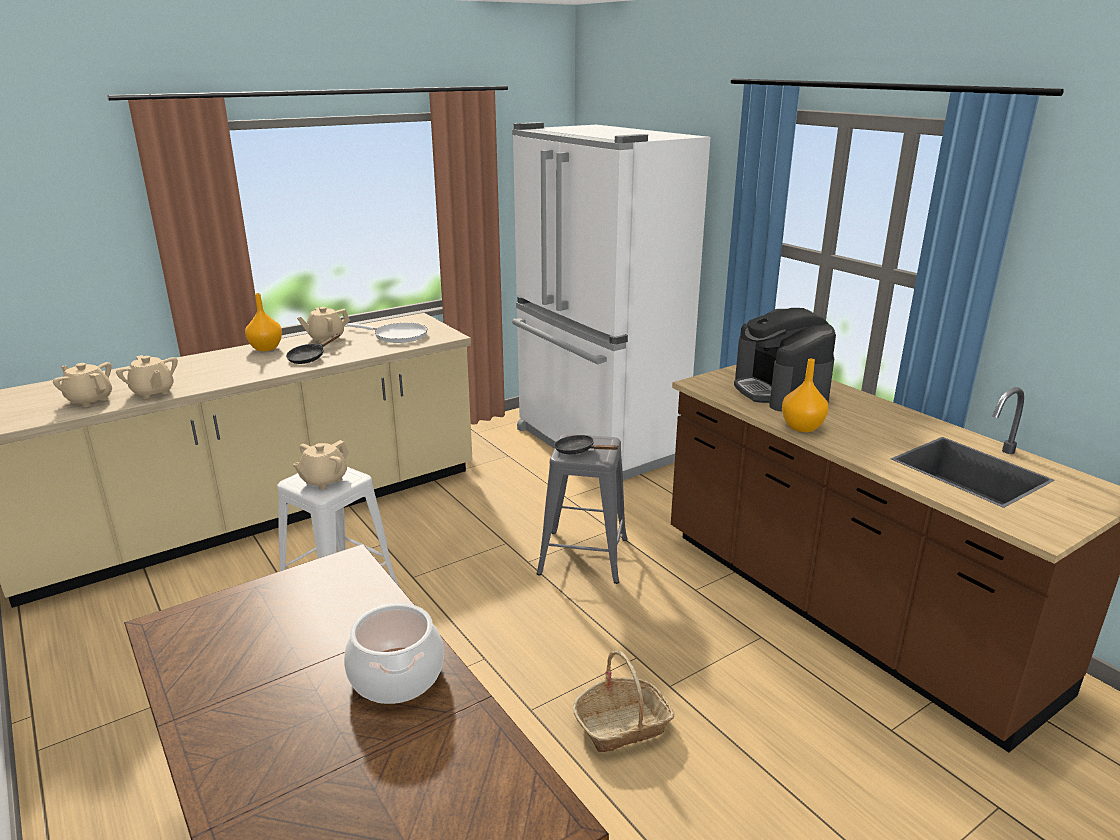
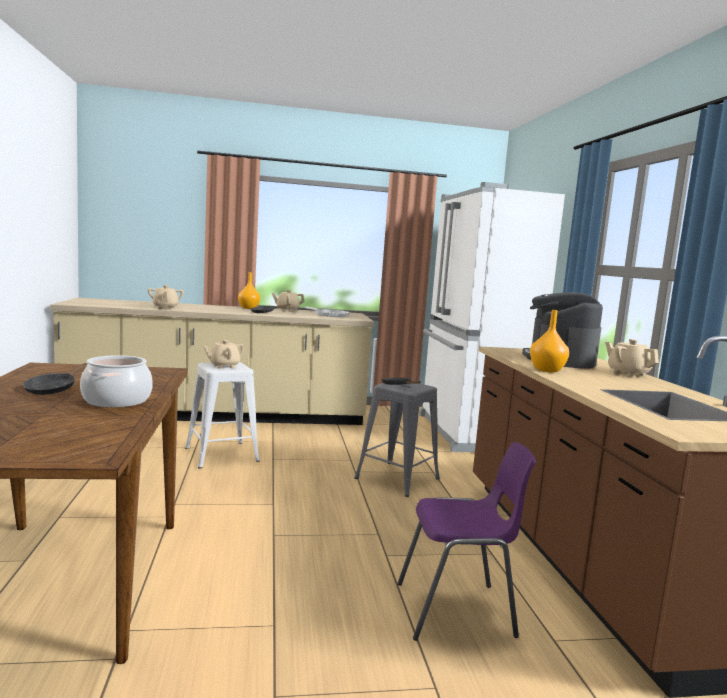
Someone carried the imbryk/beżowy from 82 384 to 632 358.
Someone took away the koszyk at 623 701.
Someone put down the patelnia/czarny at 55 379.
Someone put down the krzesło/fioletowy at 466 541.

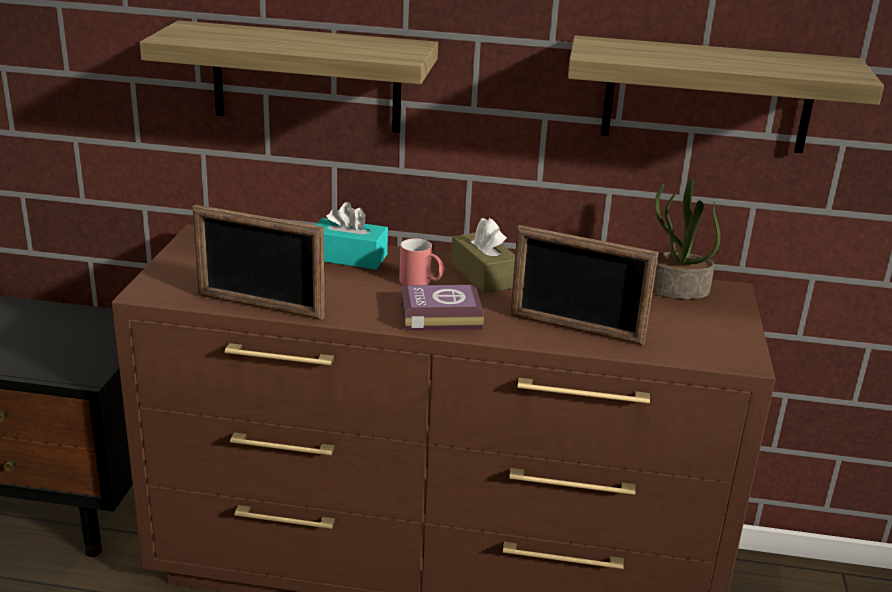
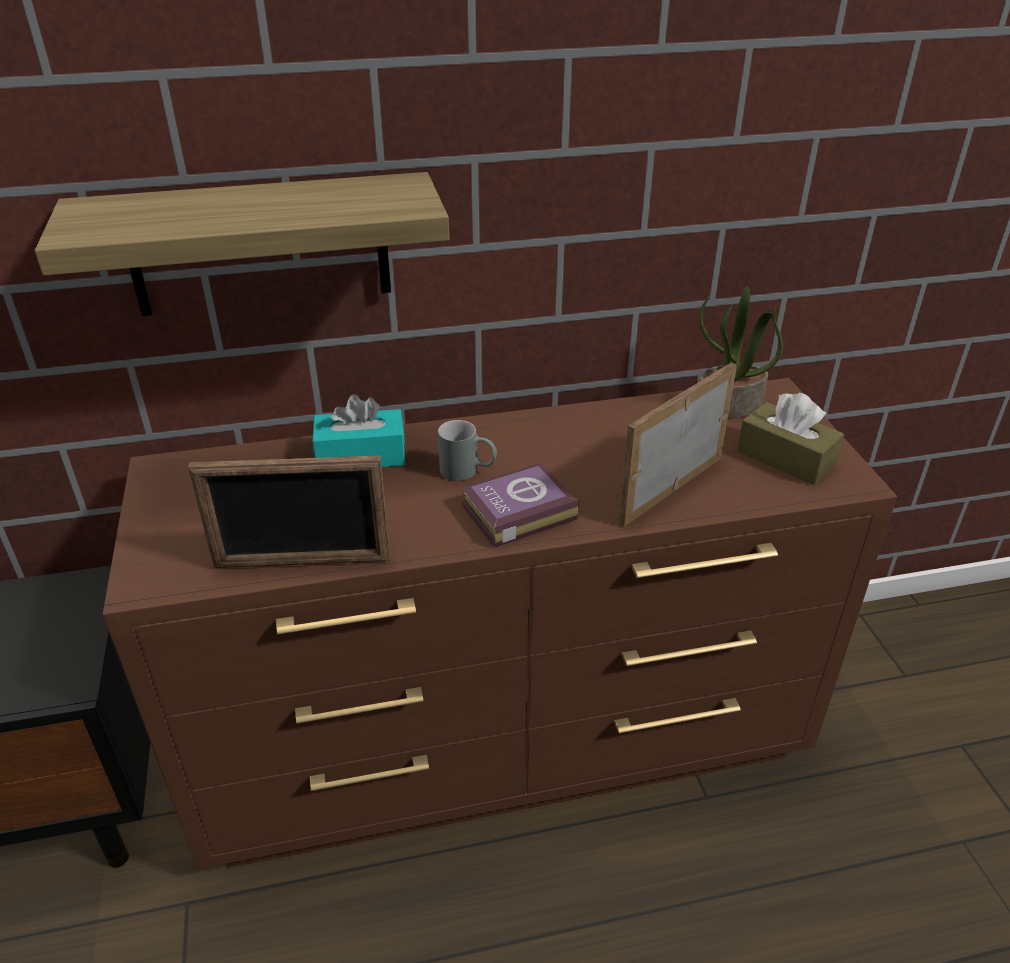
Someone repainted the kubek/czerwony at 421 261, which became the kubek/szary at 467 450.
Someone carried the pudełko chusteczek/brązowy from 483 255 to 790 439.
Someone rotated the ramka na zdjęcie at 584 285 by 135 degrees clockwise.
Someone took away the półka at 726 94.

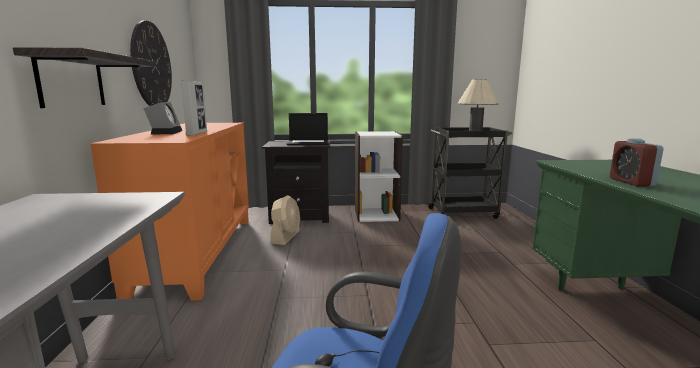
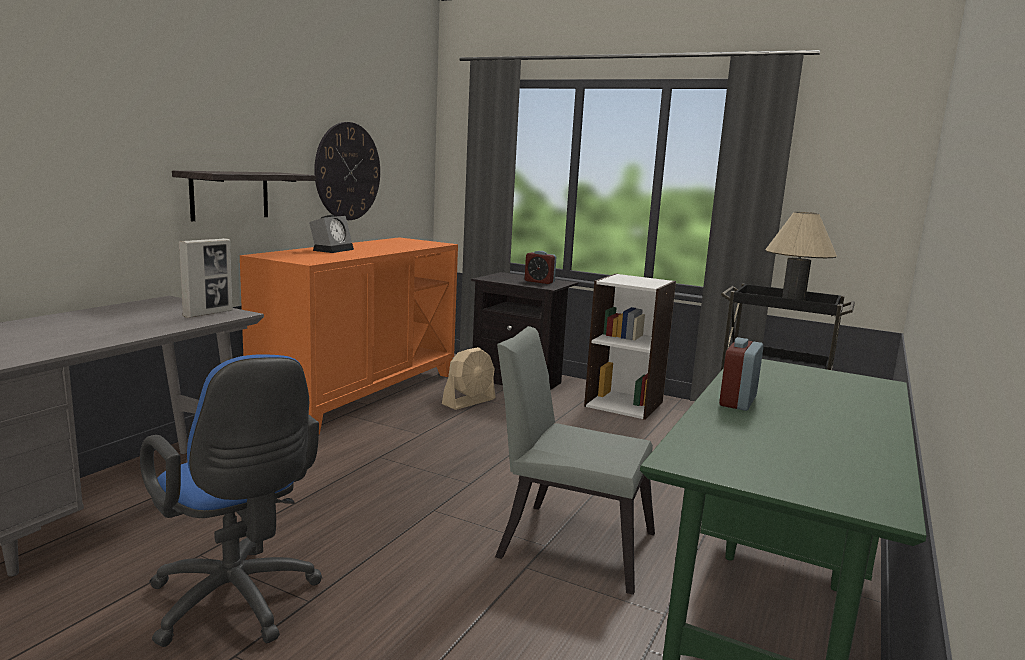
Someone carried the ramka na zdjęcie from 194 108 to 206 278.
Someone swapped the laptop at 307 129 for the budzik at 540 267.
Someone put down the krzesło/szary at 575 460.

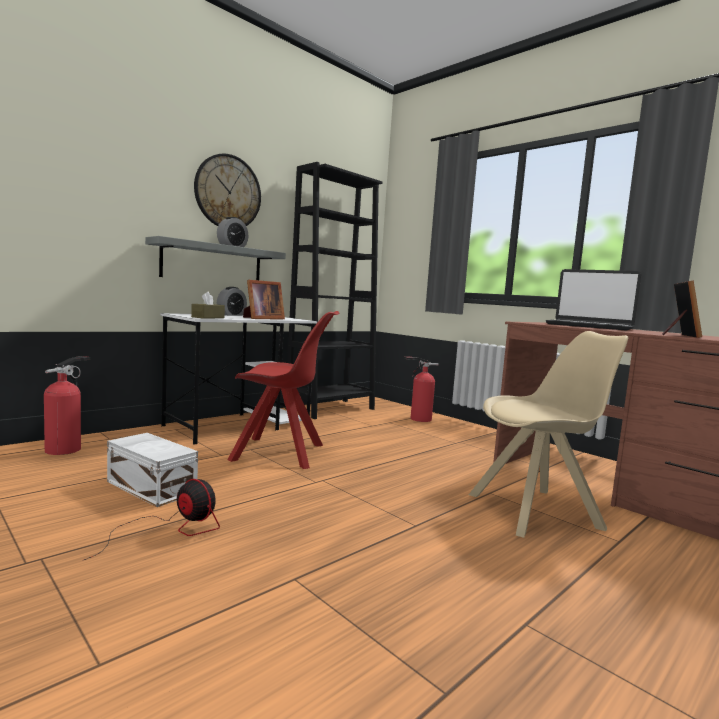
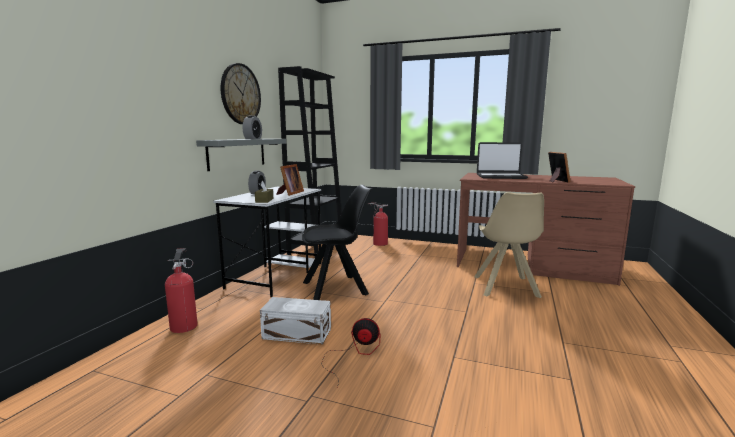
Someone repainted the krzesło/czerwony at 283 390, which became the krzesło/czarny at 337 242.
Someone rotated the krzesło/beżowy at 548 434 by 135 degrees clockwise.

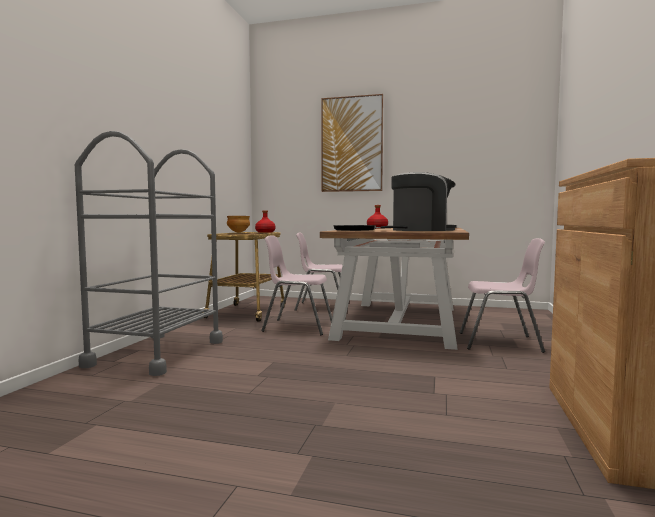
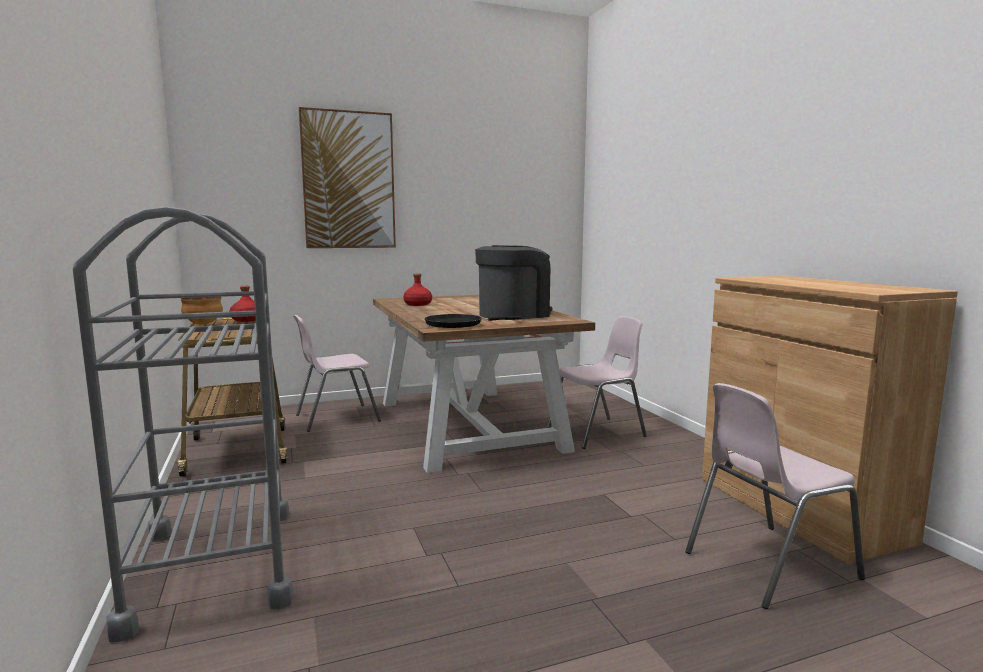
Someone carried the krzesło/różowy from 296 285 to 775 496.

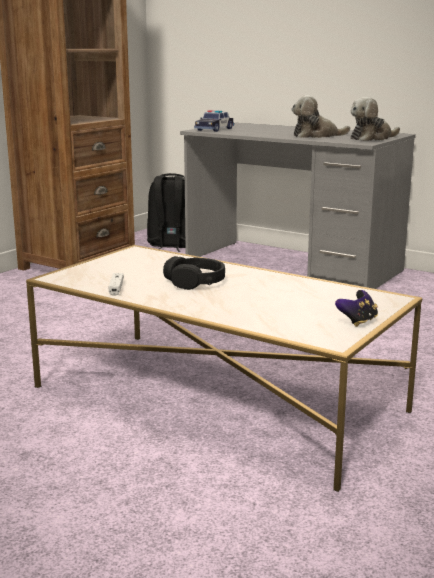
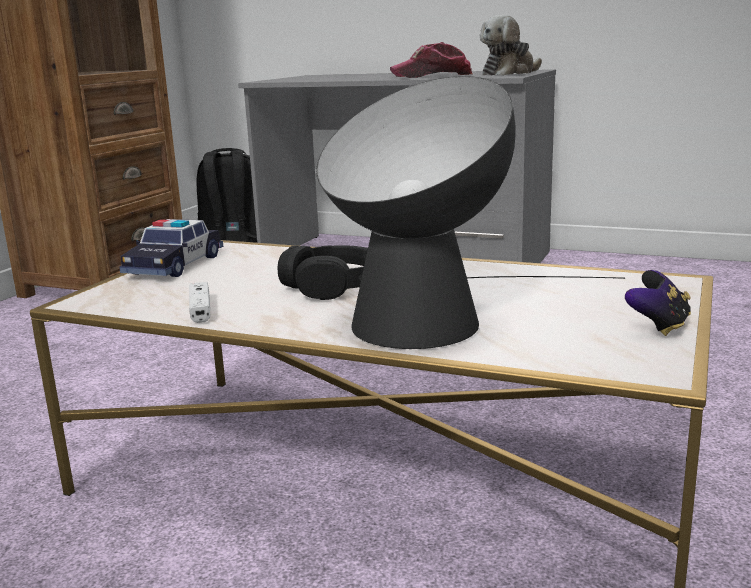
Someone carried the samochodzik from 214 121 to 171 248.
Someone swapped the pluszak at 321 116 for the czapka z daszkiem at 431 60.
Someone put down the lampa stołowa at 470 212.

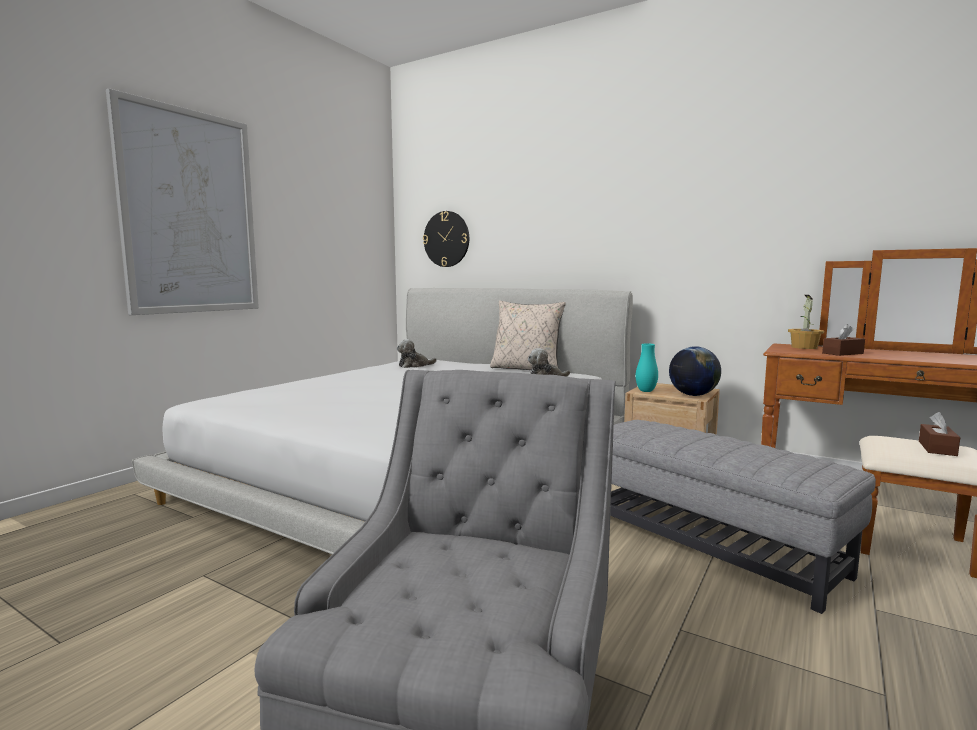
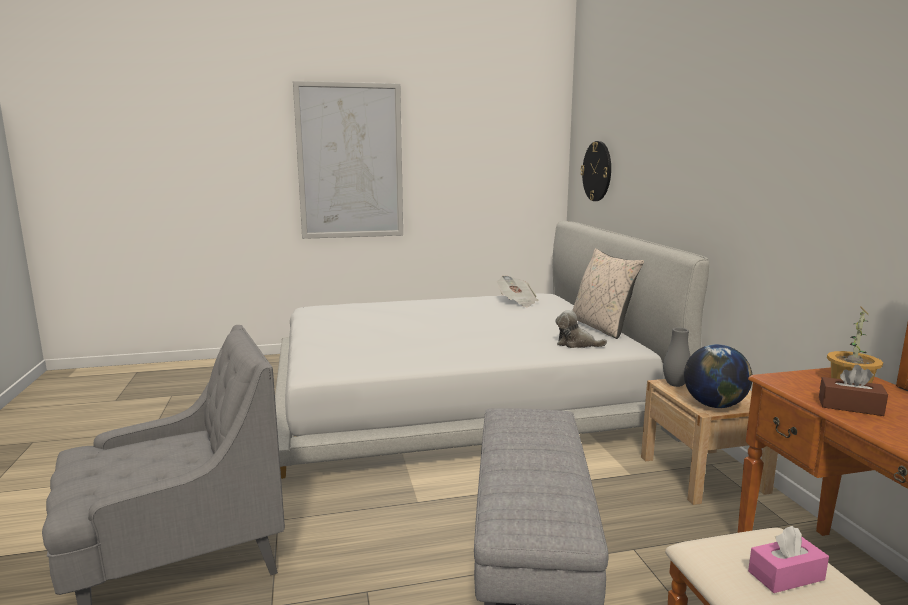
Someone swapped the pluszak at 417 353 for the gazeta at 517 291.
Someone repainted the wazon/turkusowy at 647 367, which became the wazon/szary at 676 357.
Someone repainted the pudełko chusteczek/brązowy at 939 434, which became the pudełko chusteczek/różowy at 788 559.

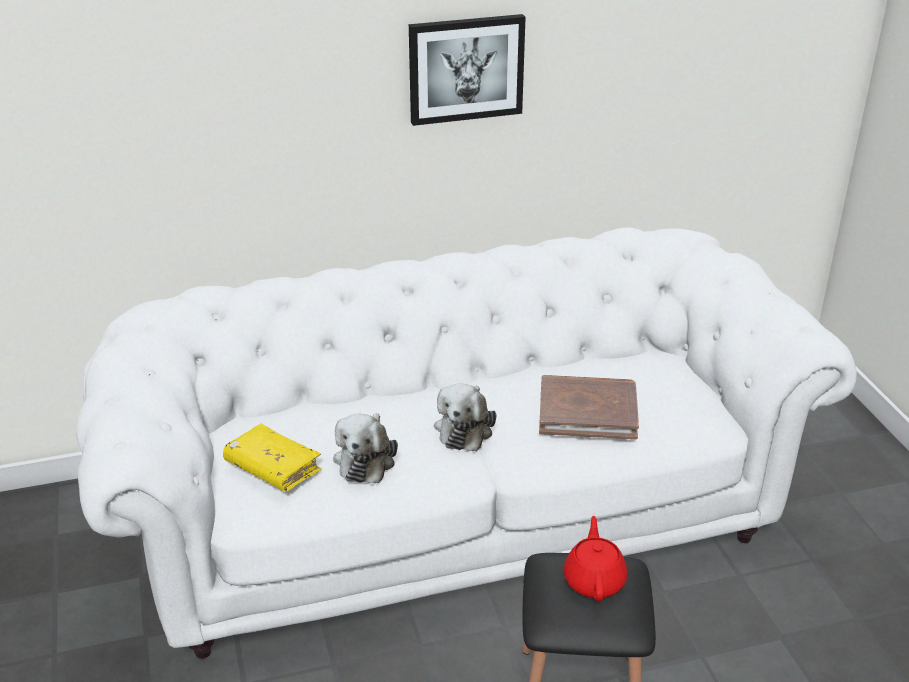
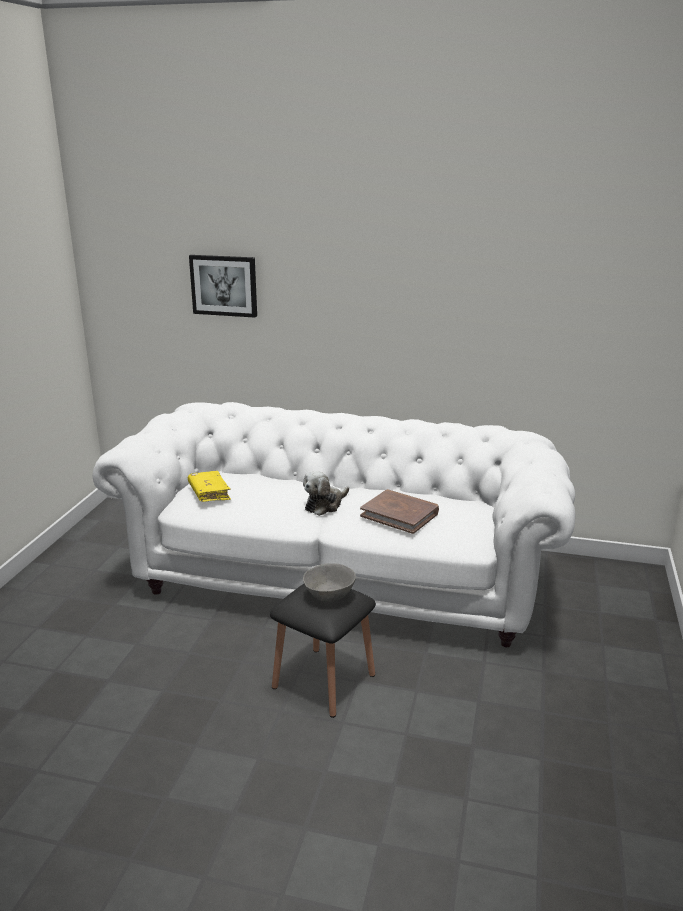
Someone took away the pluszak at 365 448.
Someone carried the obraz from 467 70 to 223 286.
Someone swapped the imbryk/czerwony at 595 558 for the miska/szary at 329 582.

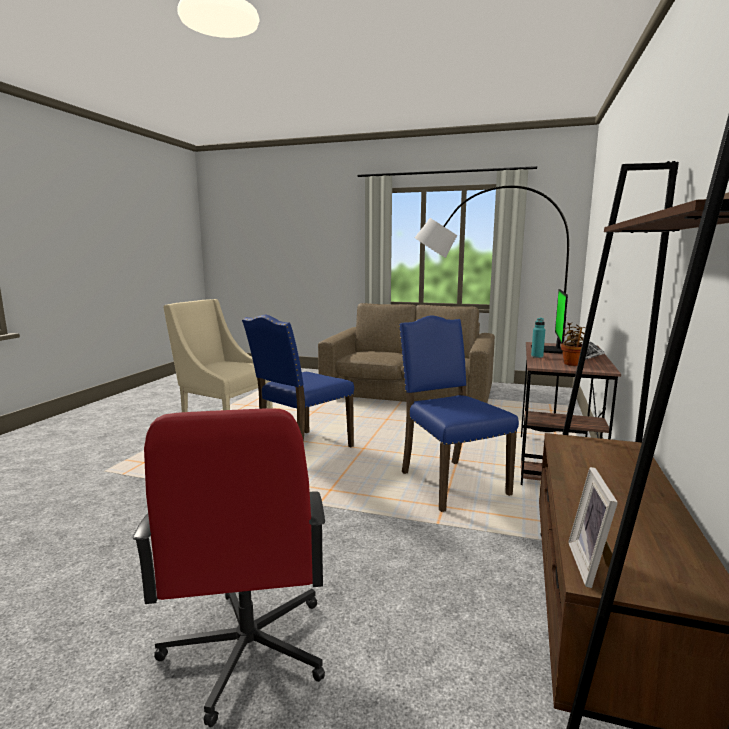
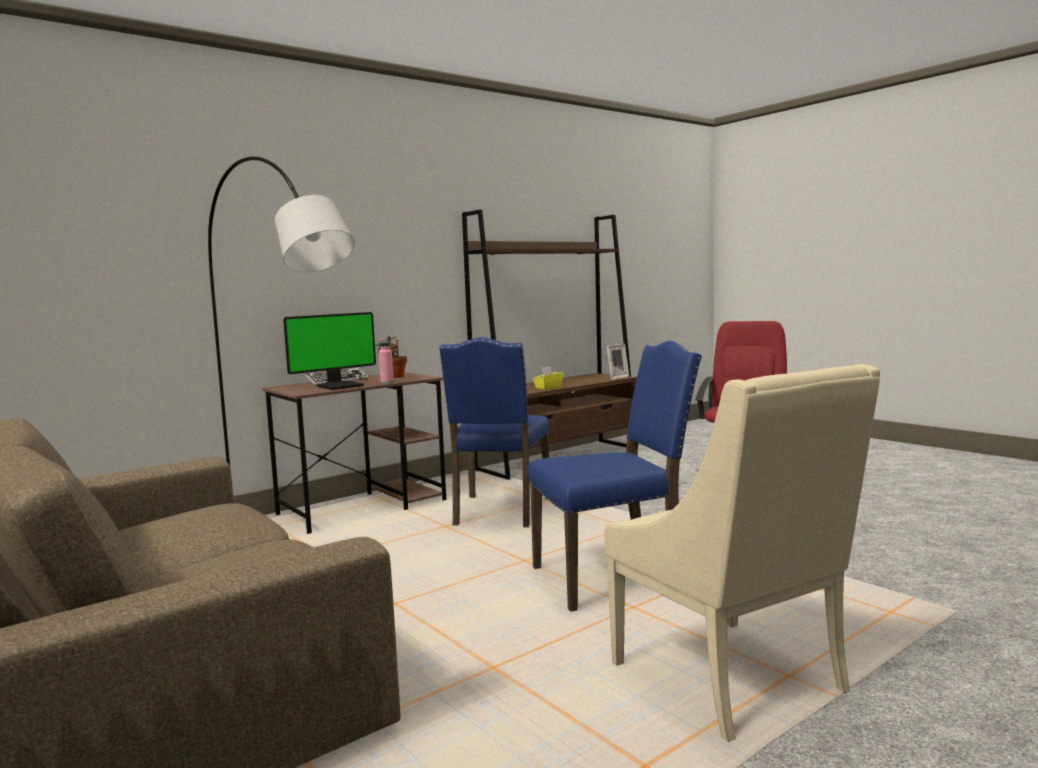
Someone repainted the butelka/turkusowy at 538 338, which became the butelka/różowy at 386 361.
Someone put down the pudełko chusteczek/żółty at 548 378.

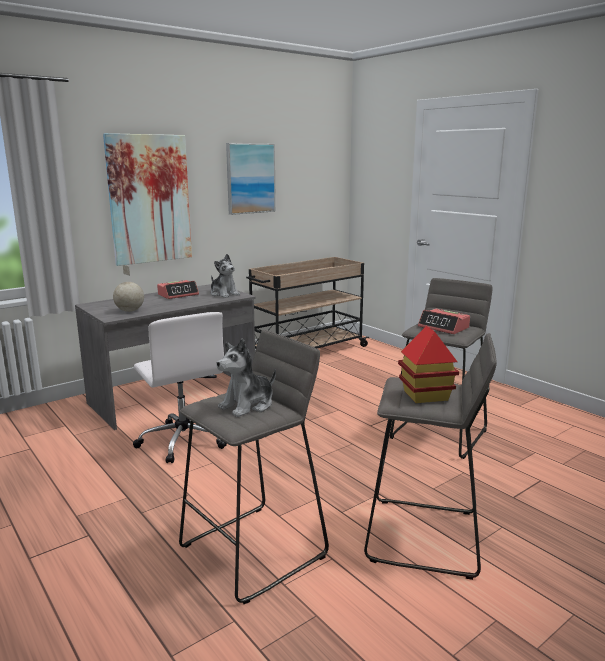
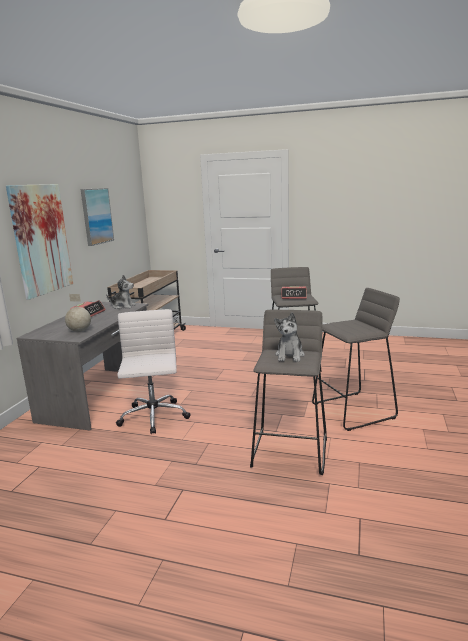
Someone rotated the krzesło biurowe/biały at 180 387 by 120 degrees counterclockwise.
Someone took away the domek at 428 364.

